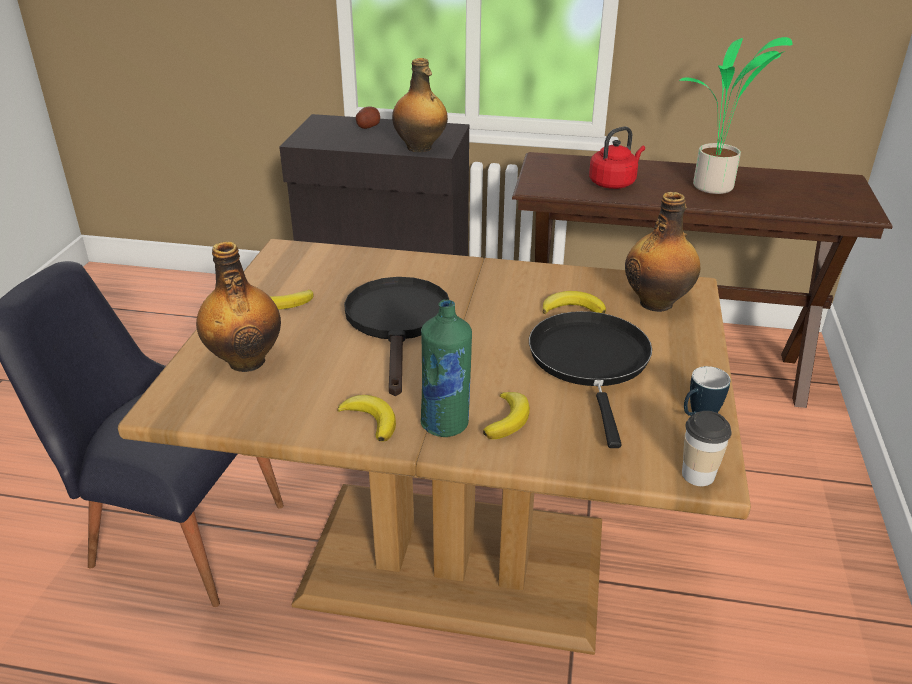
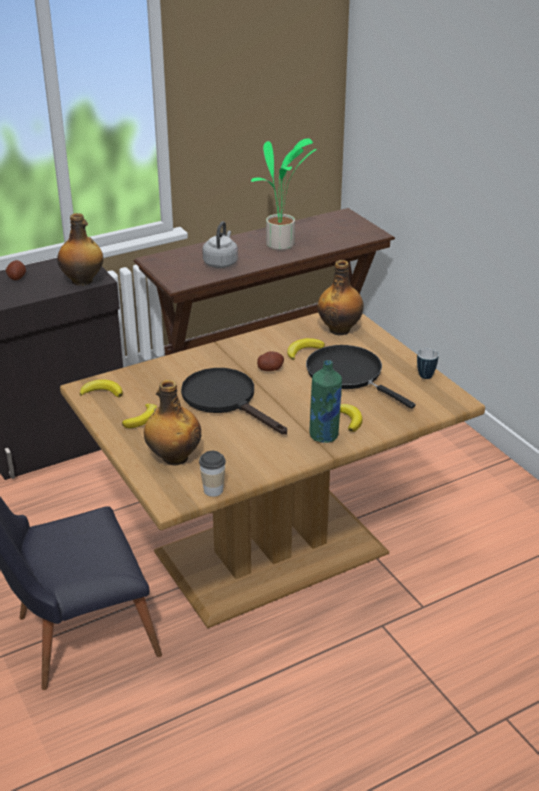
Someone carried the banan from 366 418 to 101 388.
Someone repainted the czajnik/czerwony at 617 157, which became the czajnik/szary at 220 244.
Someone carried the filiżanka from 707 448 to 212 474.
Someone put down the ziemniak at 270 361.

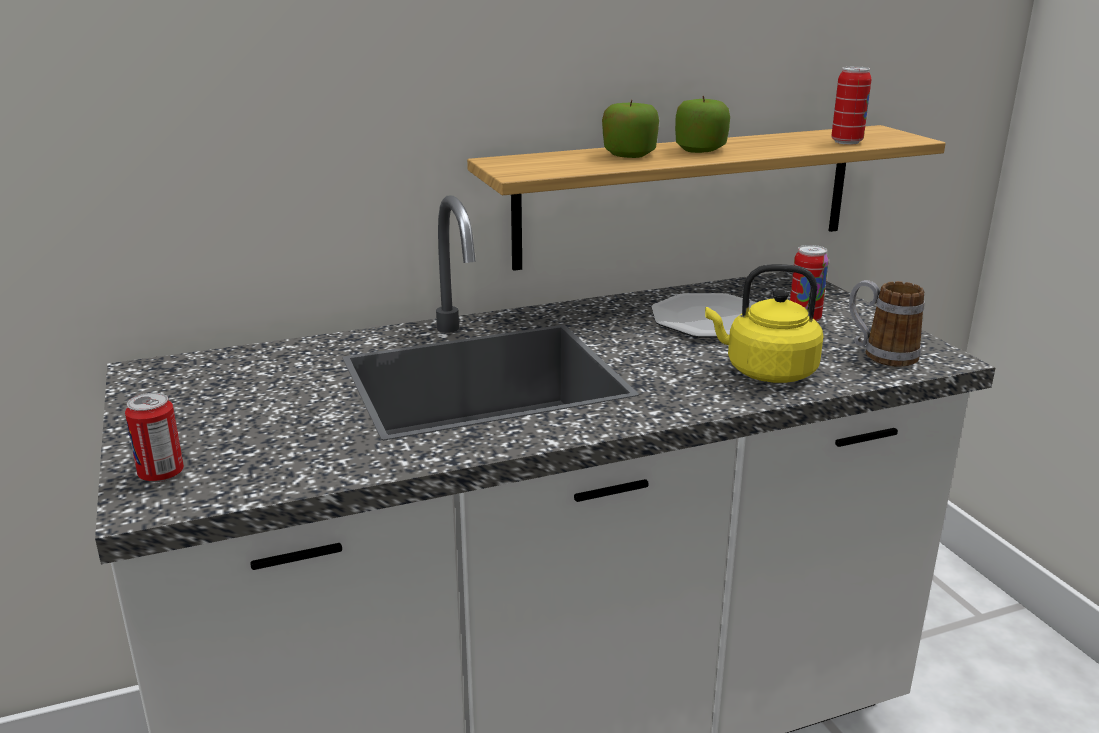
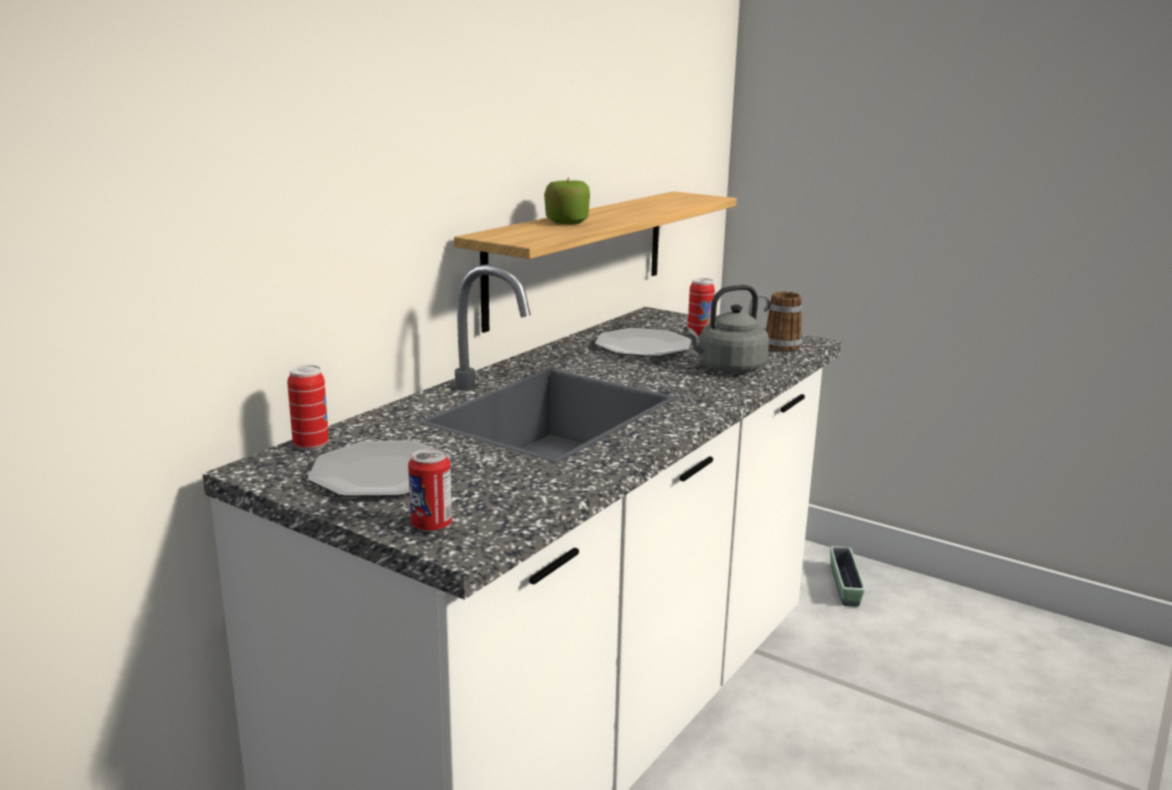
Someone took away the jabłko at 702 124.
Someone repainted the czajnik/żółty at 764 323, which became the czajnik/szary at 726 329.
Someone carried the puszka from 851 105 to 308 408.
Someone put down the talerz at 379 468.
Someone put down the donica at 847 576.

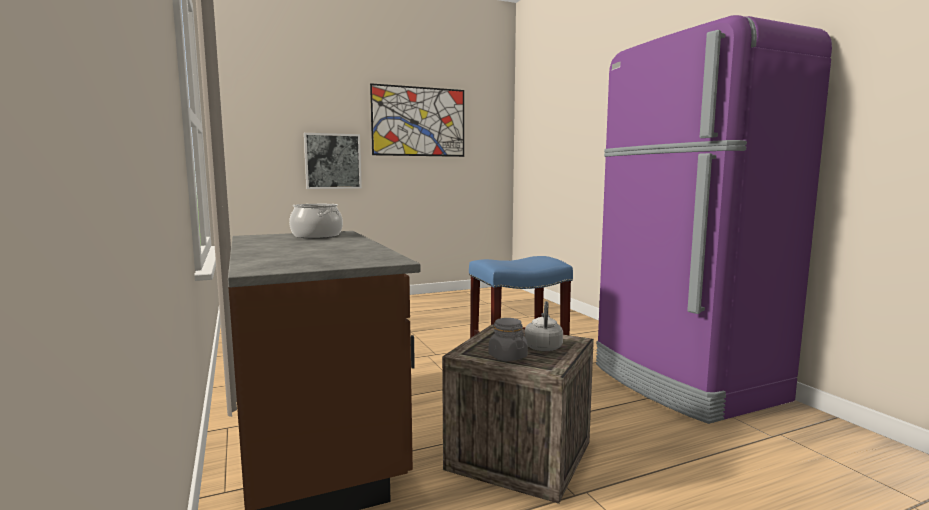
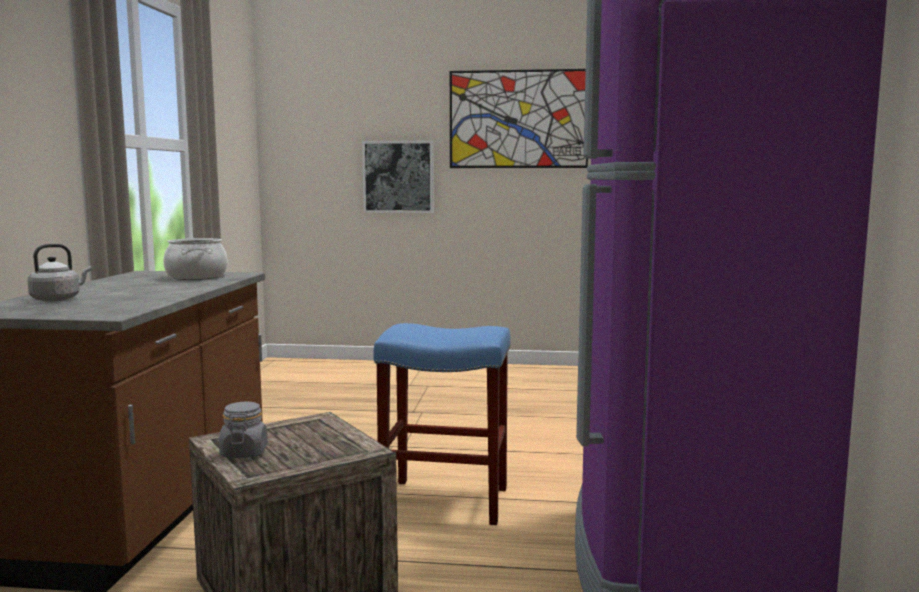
Someone carried the czajnik/szary from 544 326 to 59 272.

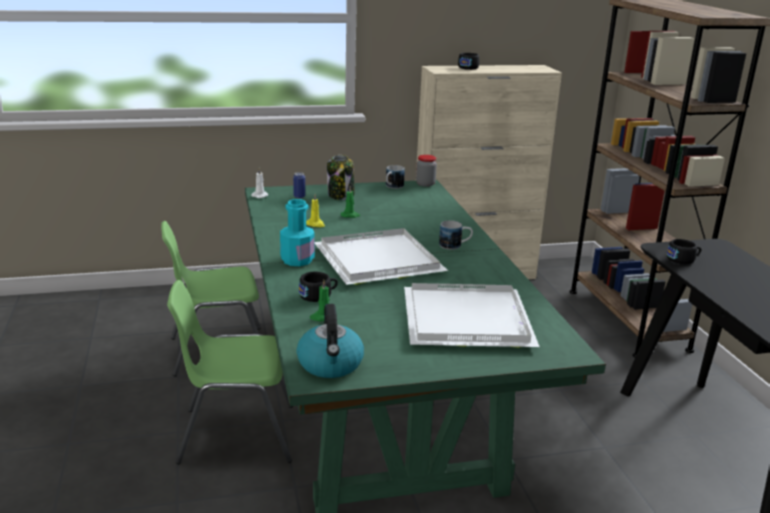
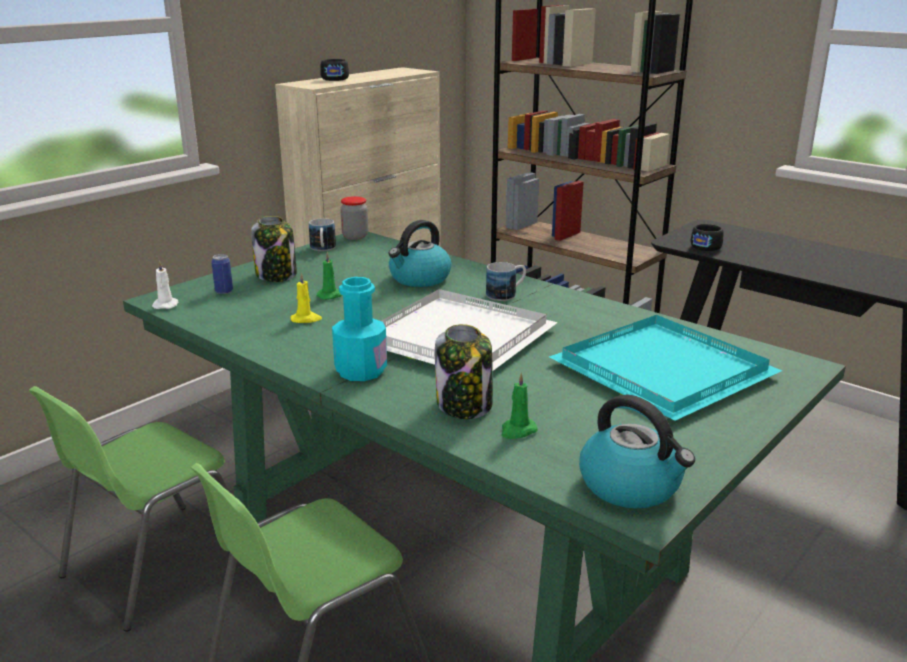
Someone swapped the filiżanka/czarny at 318 287 for the słoik at 464 371.
Someone repainted the taca/biały at 472 315, which became the taca/turkusowy at 665 368.
Someone put down the czajnik at 420 253.

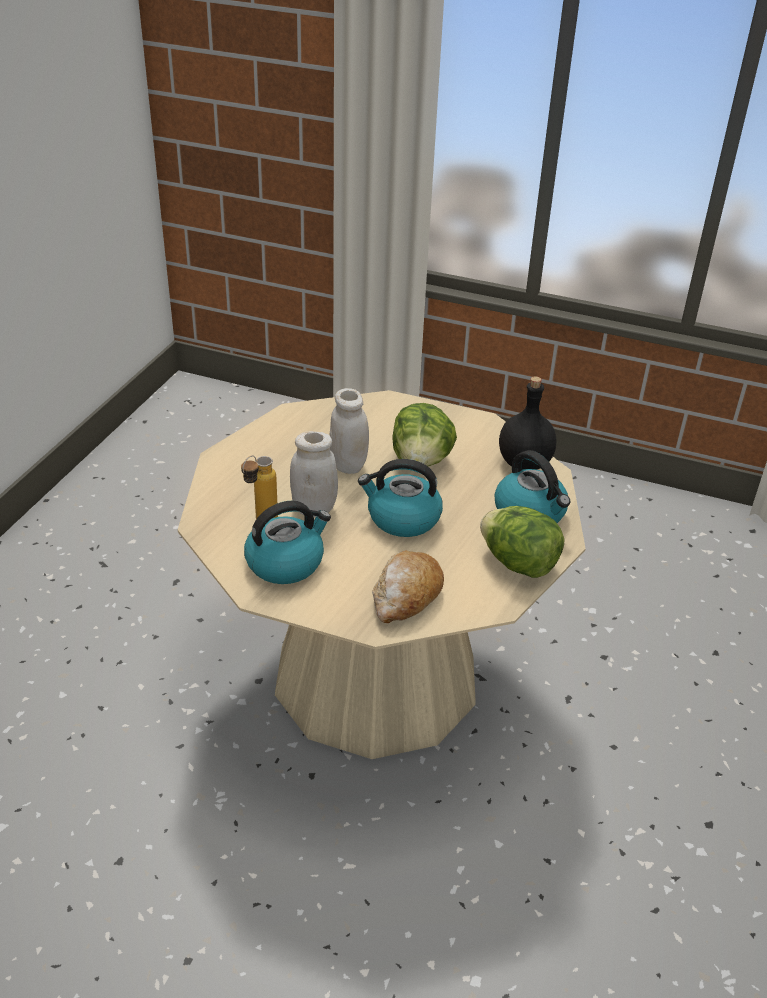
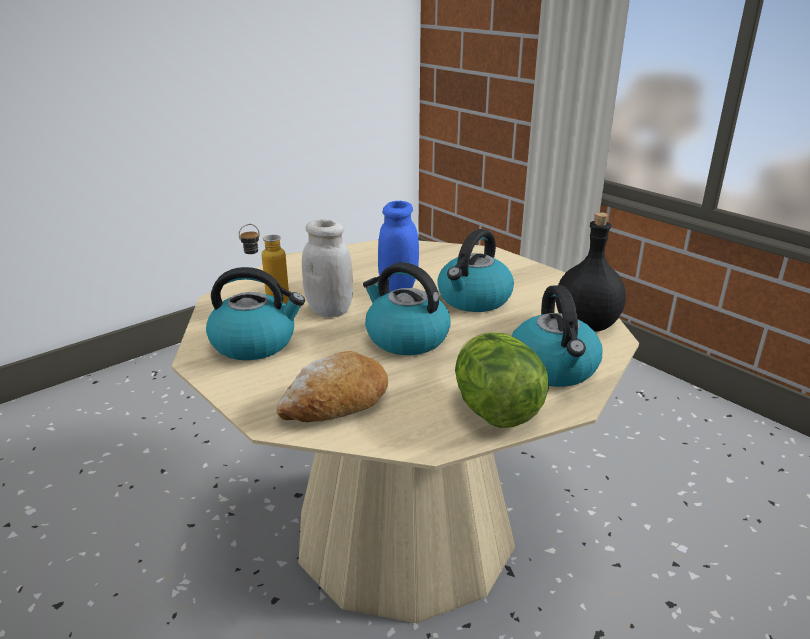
Someone repainted the słoik/biały at 349 431, which became the słoik/niebieski at 398 246.
Someone swapped the sałata at 424 434 for the czajnik at 475 270.

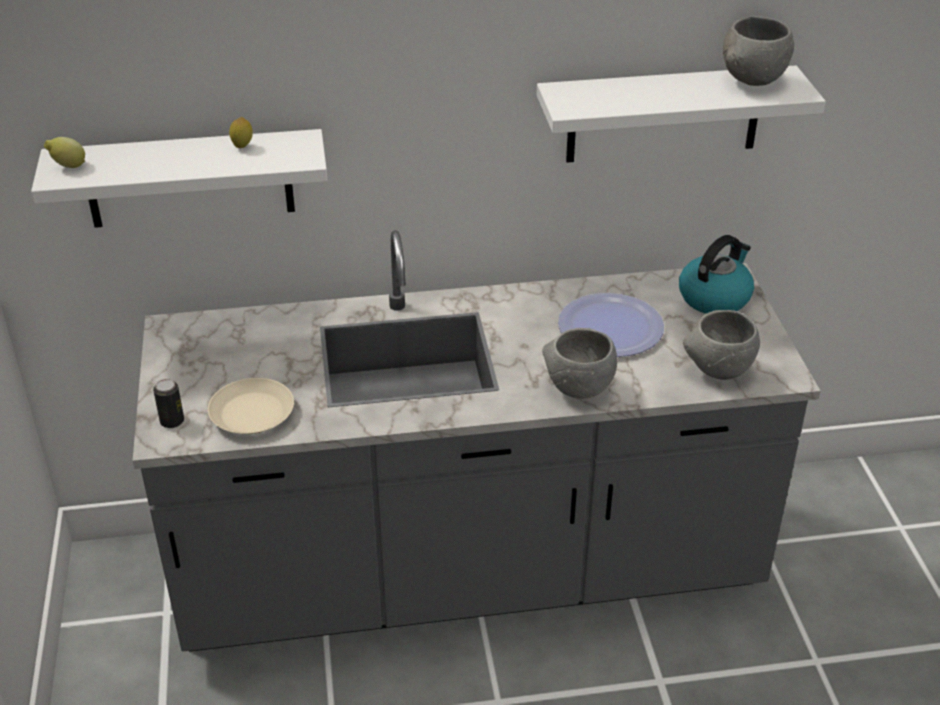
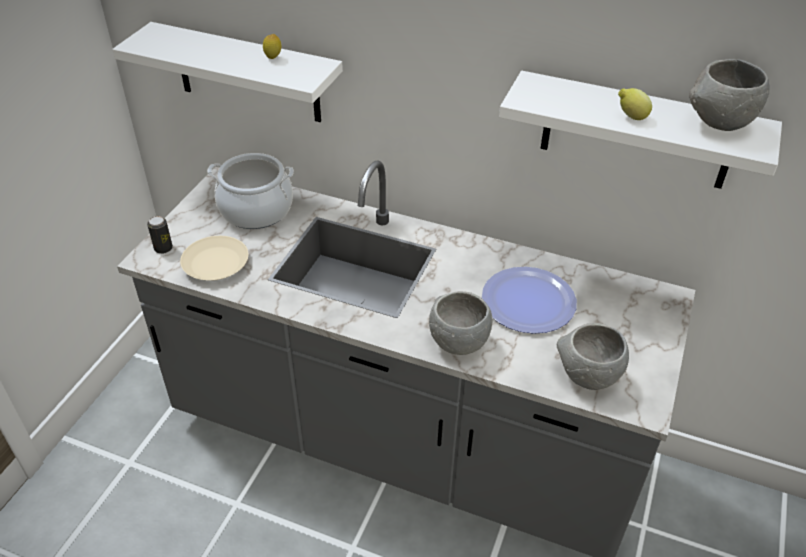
Someone carried the cytryna from 64 152 to 635 104.
Someone took away the czajnik at 716 274.
Someone put down the garnek at 250 191.

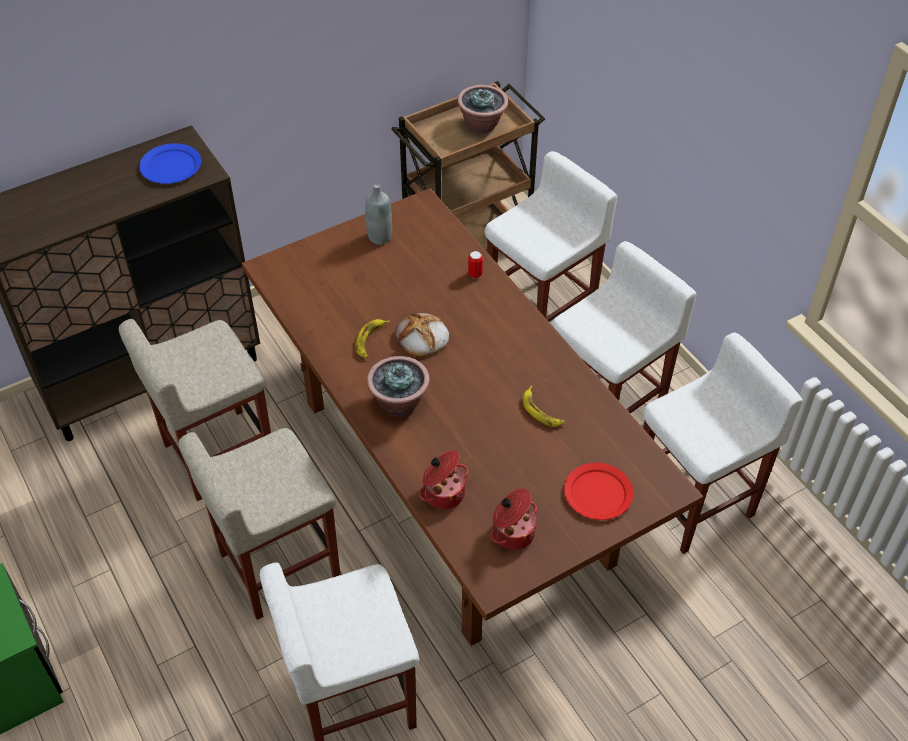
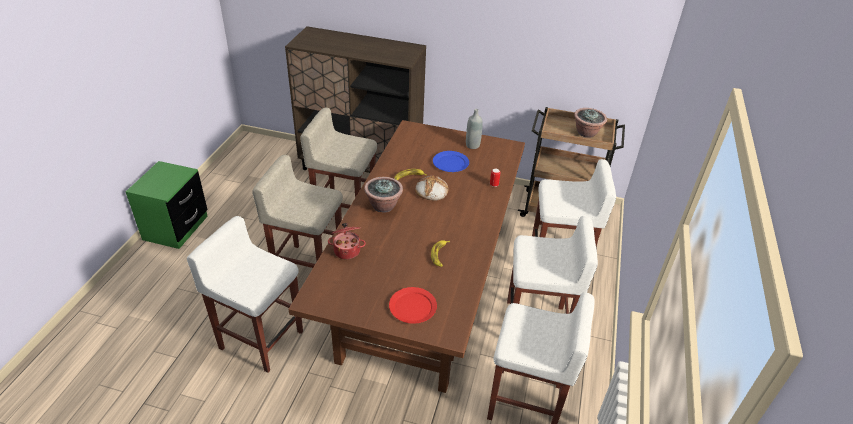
Someone carried the talerz/niebieski from 170 163 to 451 161.
Someone took away the garnek at 514 519.

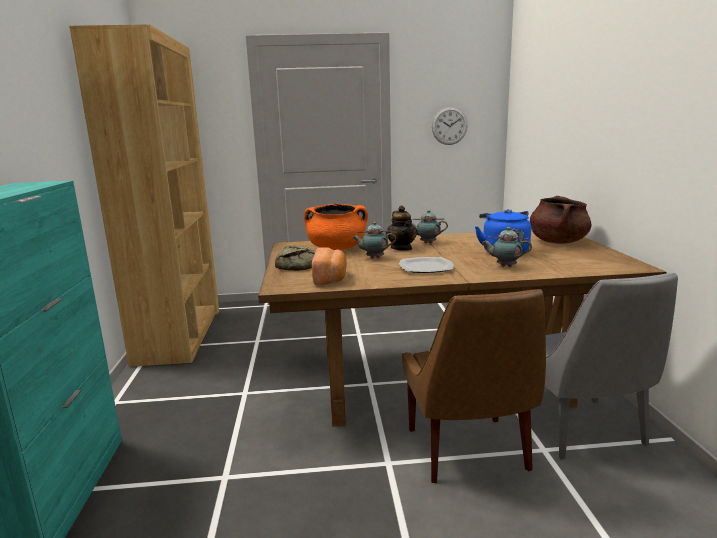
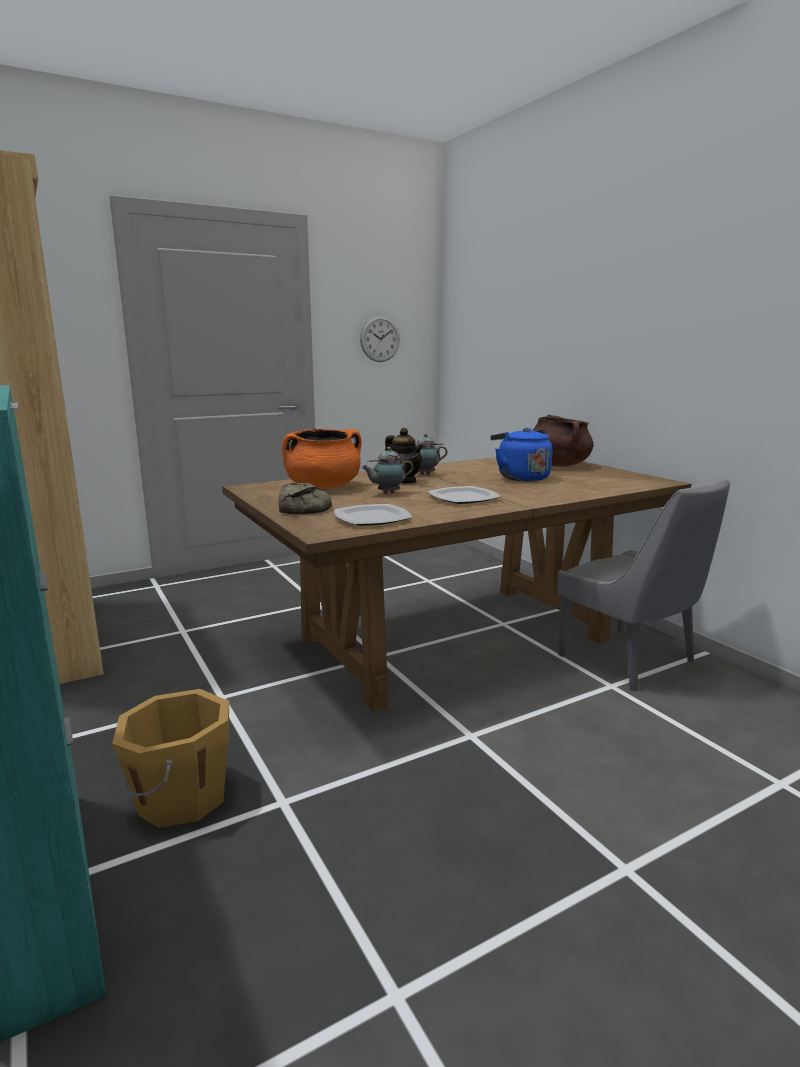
Someone swapped the chleb at 329 266 for the talerz at 373 515.
Someone took away the krzesło/brązowy at 474 386.
Someone took away the imbryk at 507 247.
Someone put down the wiadro/pomarańczowy at 170 758.

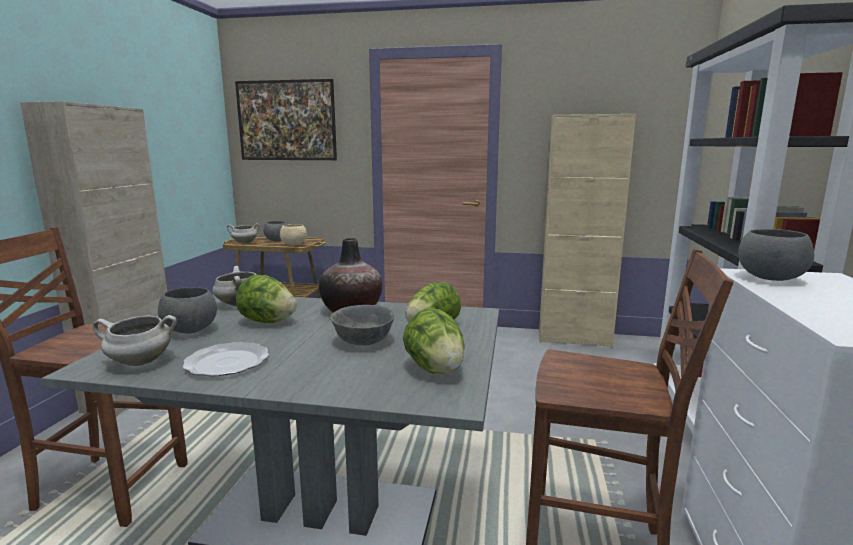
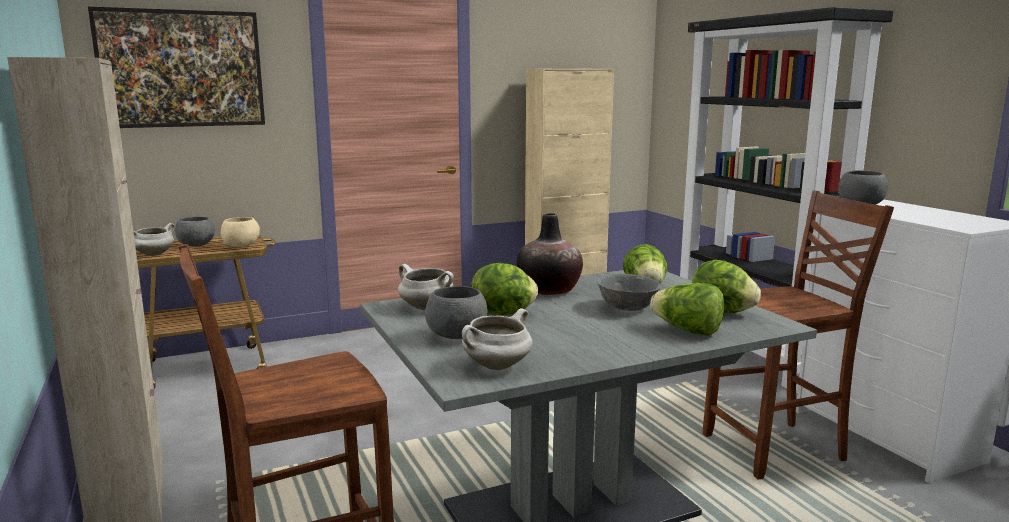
Someone took away the talerz at 225 359.
Someone put down the sałata at 687 309.

